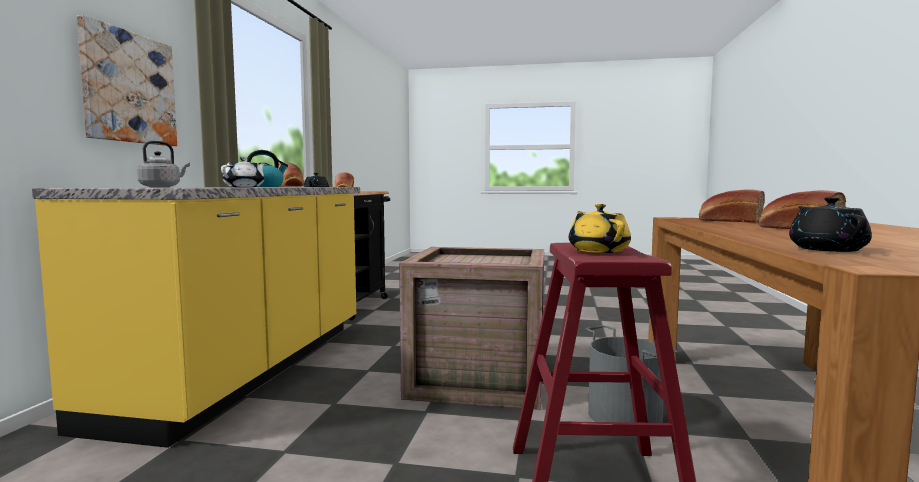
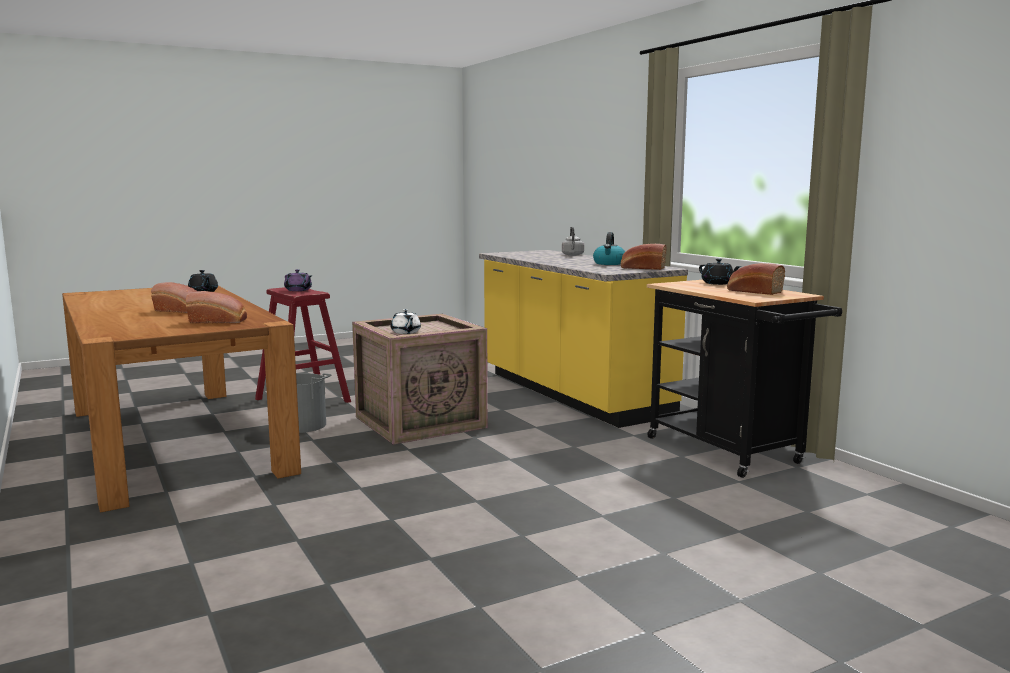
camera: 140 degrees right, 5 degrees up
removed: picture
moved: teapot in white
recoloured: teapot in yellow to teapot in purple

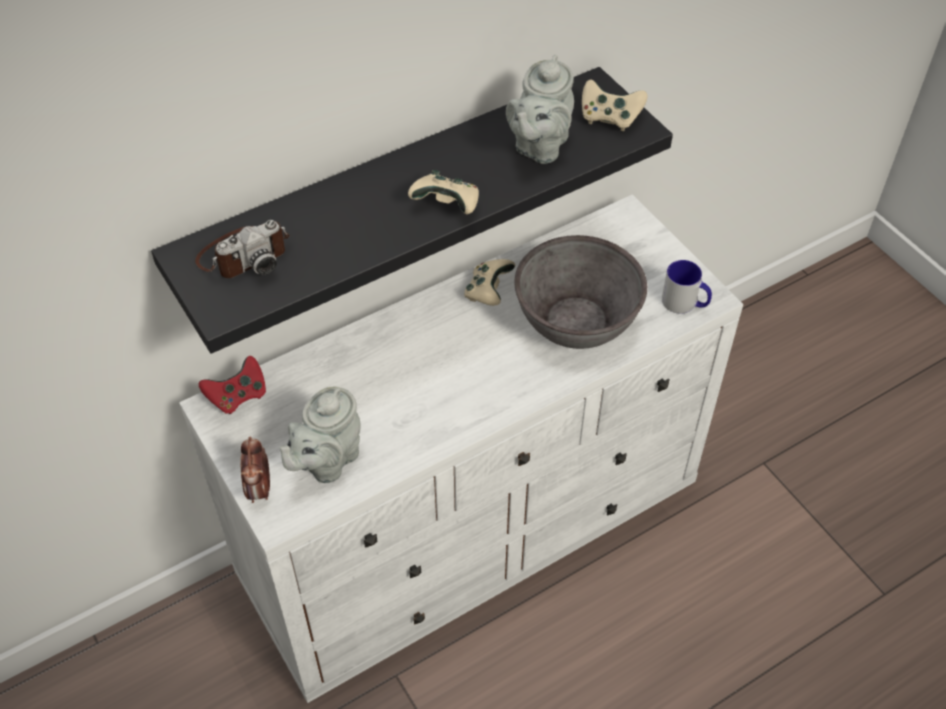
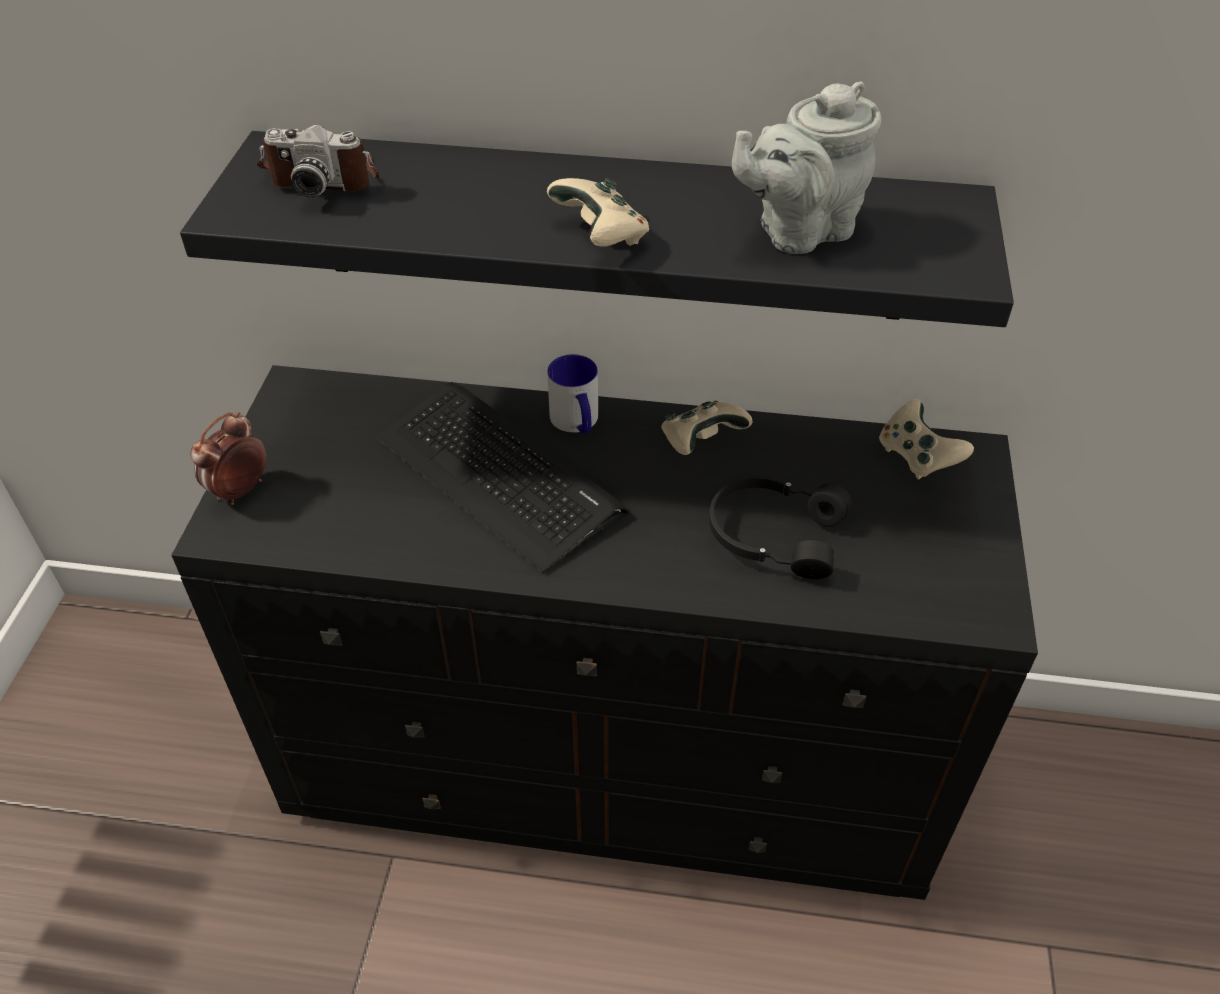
camera: 40 degrees right, 5 degrees down
removed: game controller in red; teapot in grey (1st from left)
added: keyboard
moved: game controller in beige (3rd from left); mug
replaced: bowl in grey to headphones in black
recoloured: dresser in white to dresser in black

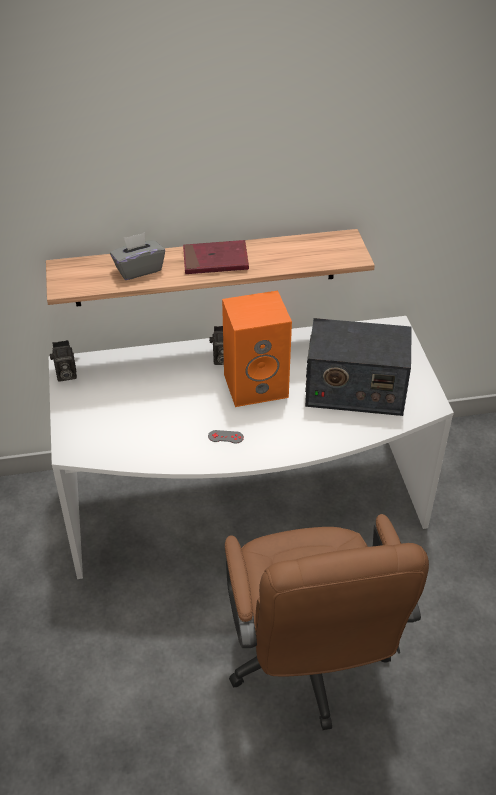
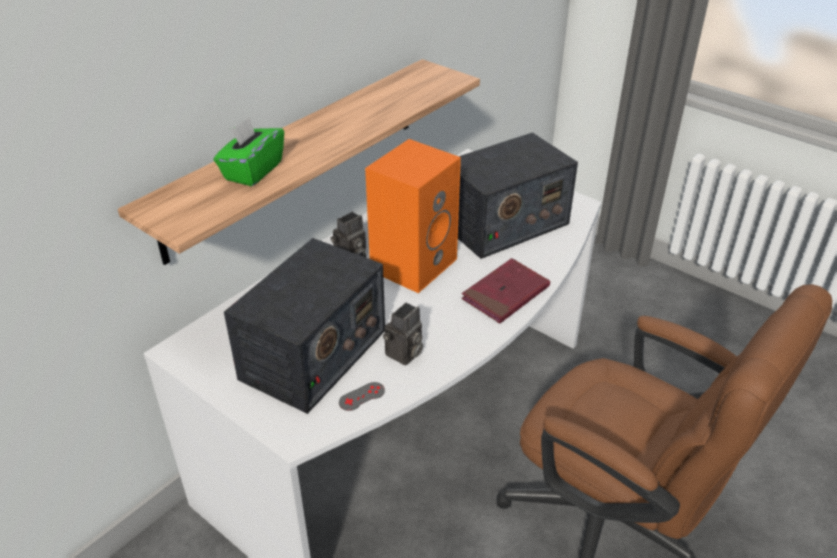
camera: 40 degrees left, 5 degrees down
added: radio (1st from left)
moved: photo camera (1st from left in the first image) to photo camera (2nd from left); book in red; game controller in grey
recoloured: tissue box in grey to tissue box in green

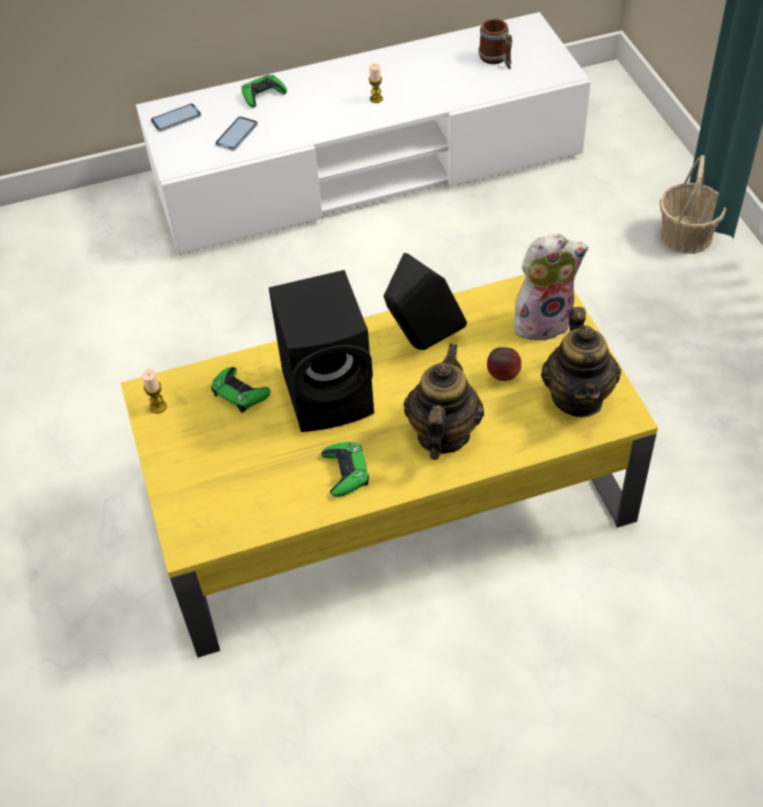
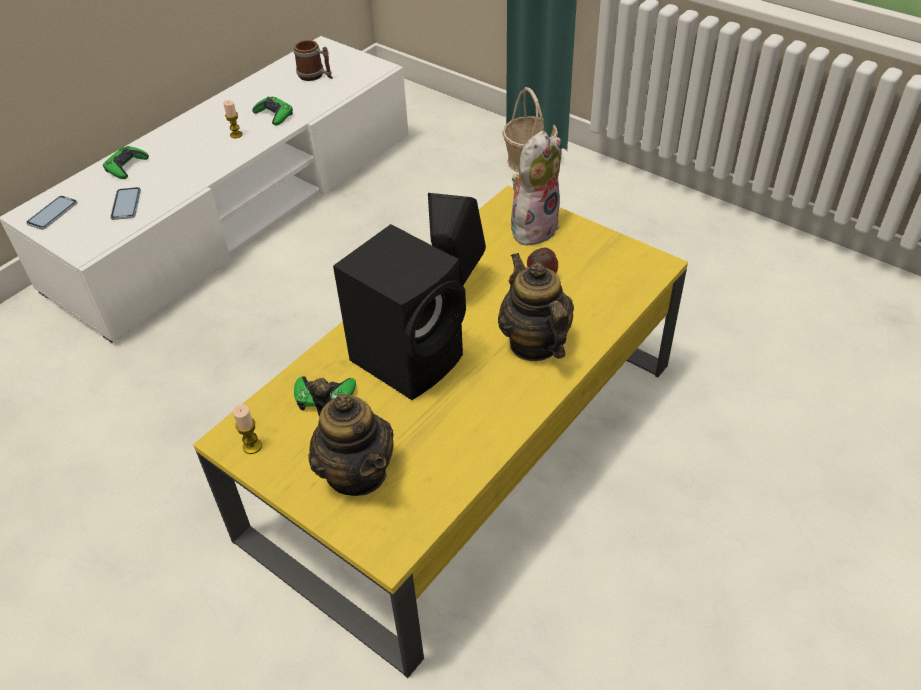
camera: 35 degrees left, 5 degrees down
moved: game controller in green (3rd from left in the first image) to game controller in green (2nd from left); teapot (2nd from left in the first image) to teapot (1st from left)

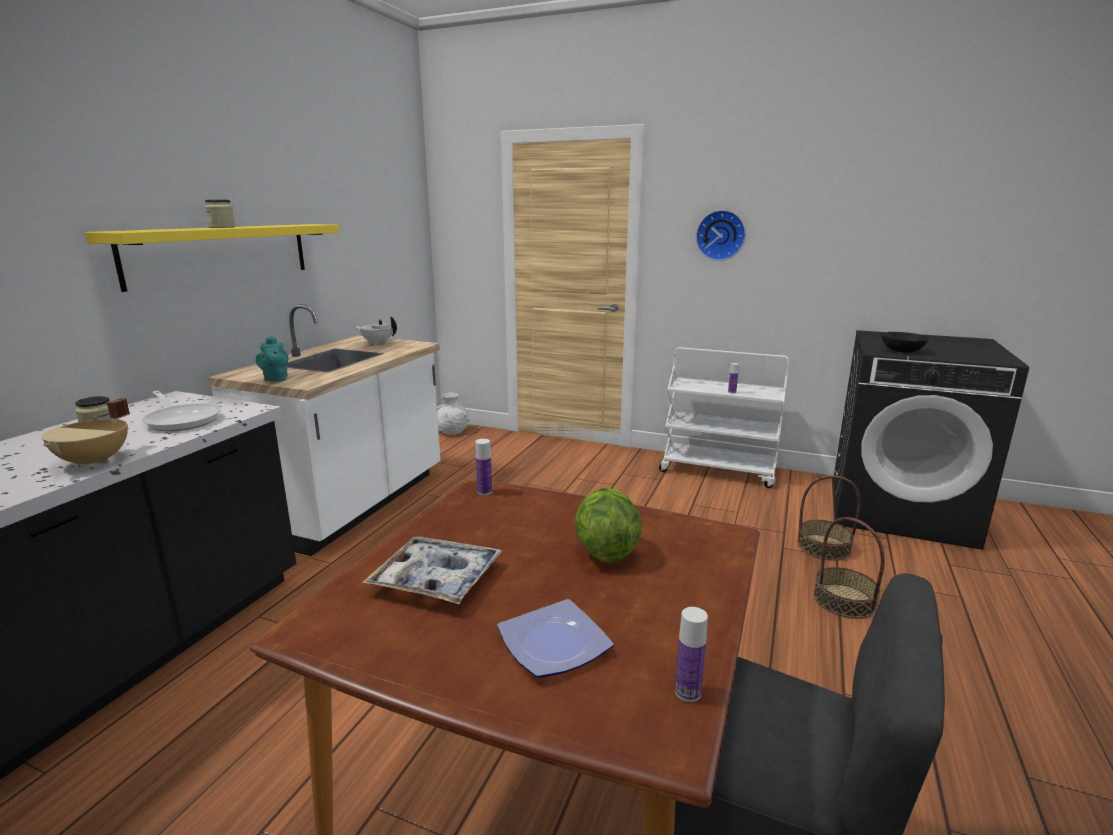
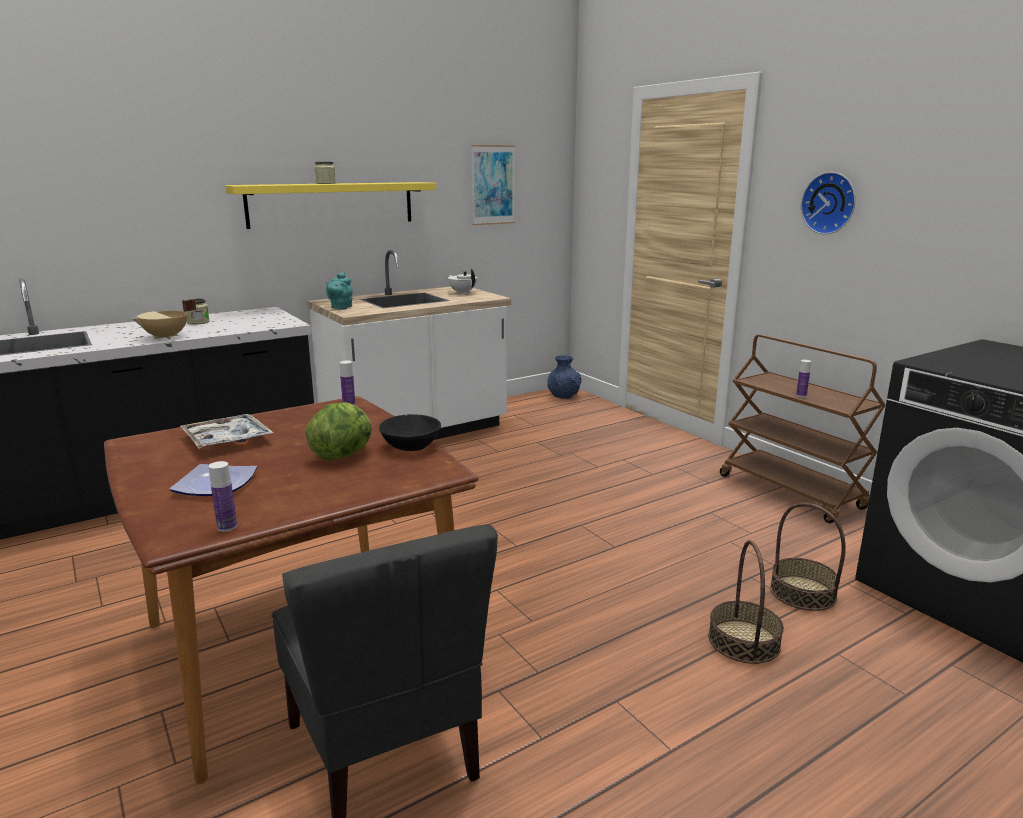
camera: 35 degrees right, 0 degrees up
removed: frying pan
added: picture
moved: bowl in black
recoloured: vase in white to vase in blue; cart in white to cart in brown

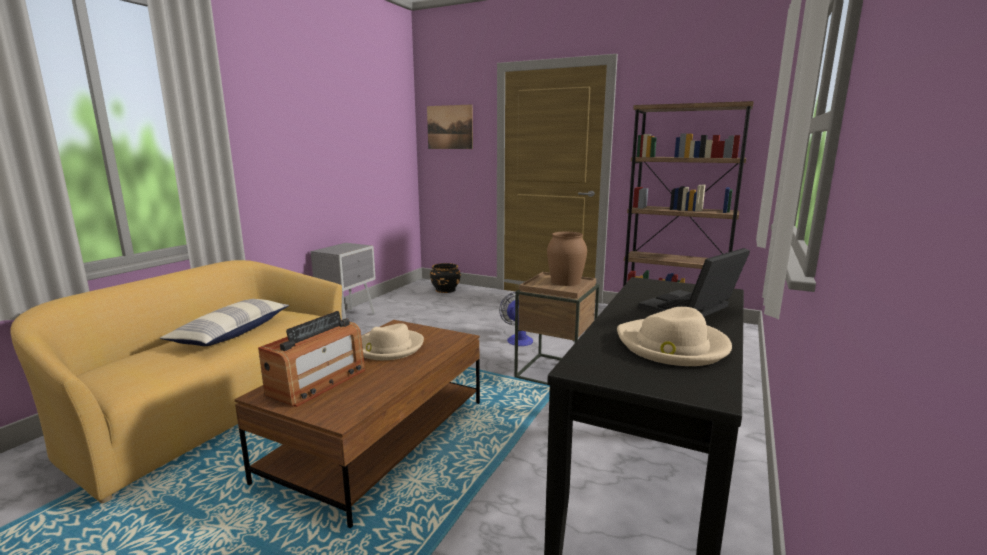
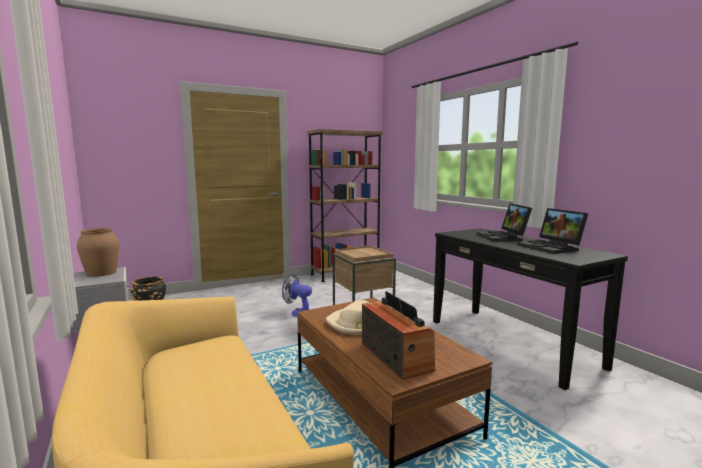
camera: 55 degrees left, 5 degrees down
removed: pillow; picture
moved: vase in brown
replaced: hat in beige (2nd from left) to laptop (2nd from left)

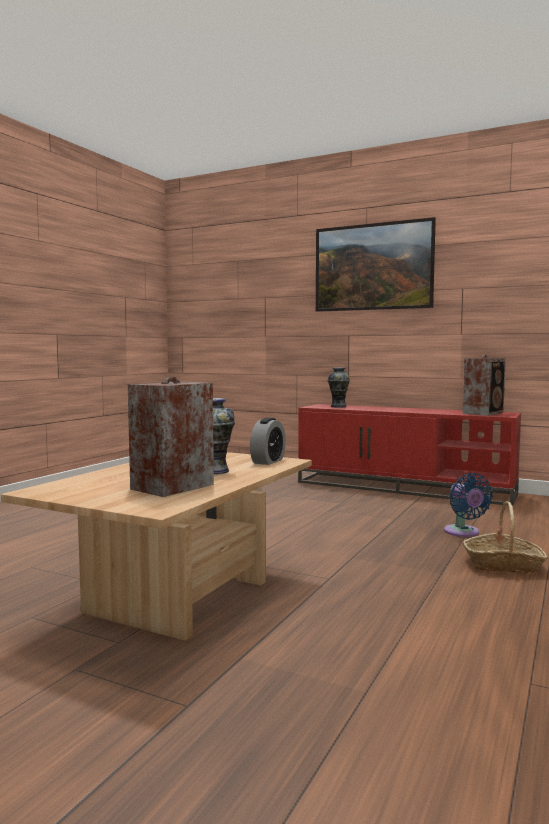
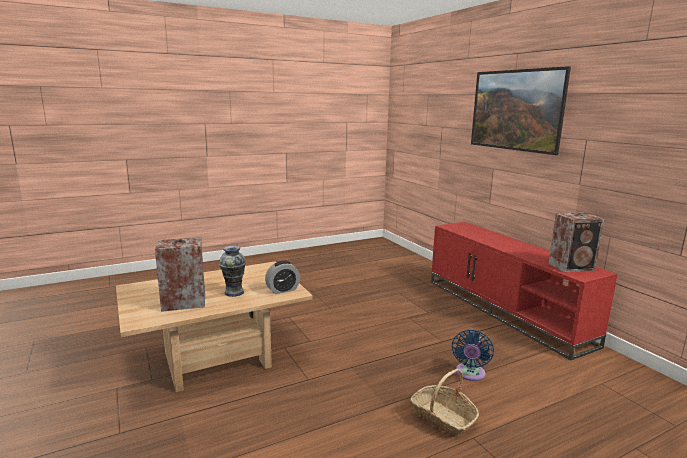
camera: 35 degrees right, 10 degrees up
removed: vase (2nd from left)

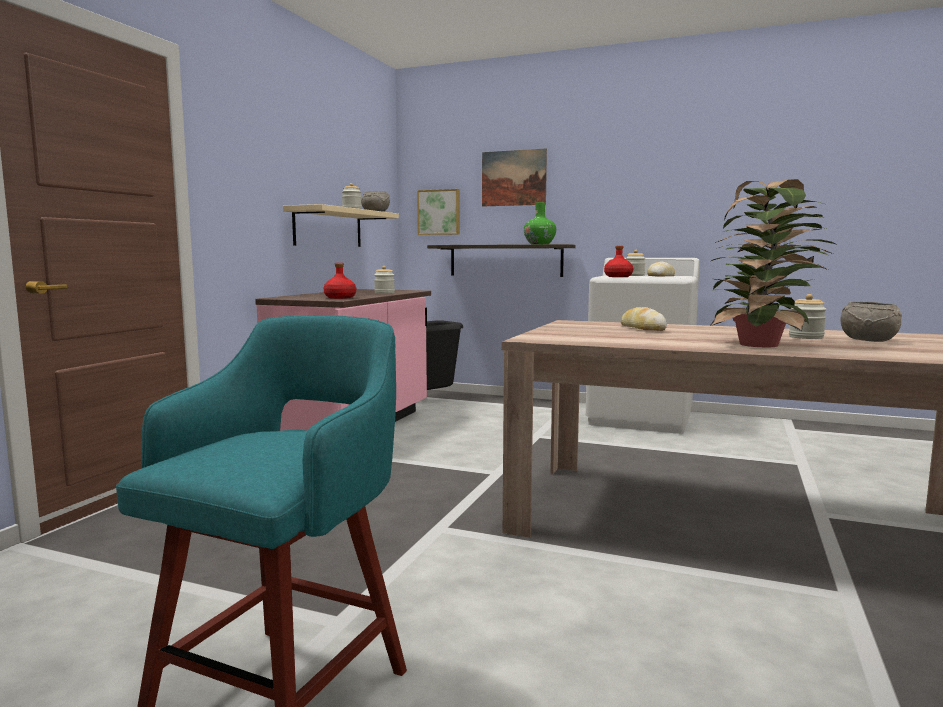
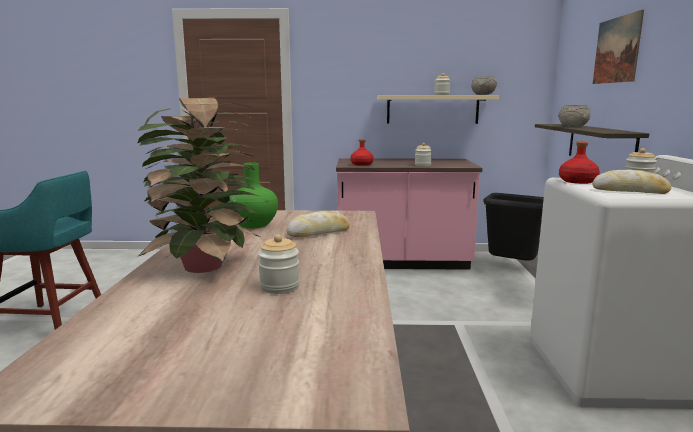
camera: 70 degrees right, 5 degrees up
removed: picture (1st from left)
moved: vase in green; bowl in grey (2nd from left)

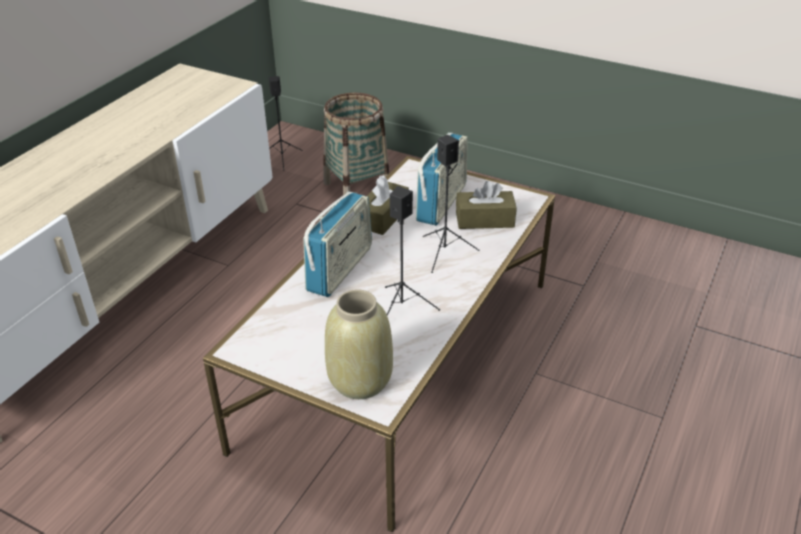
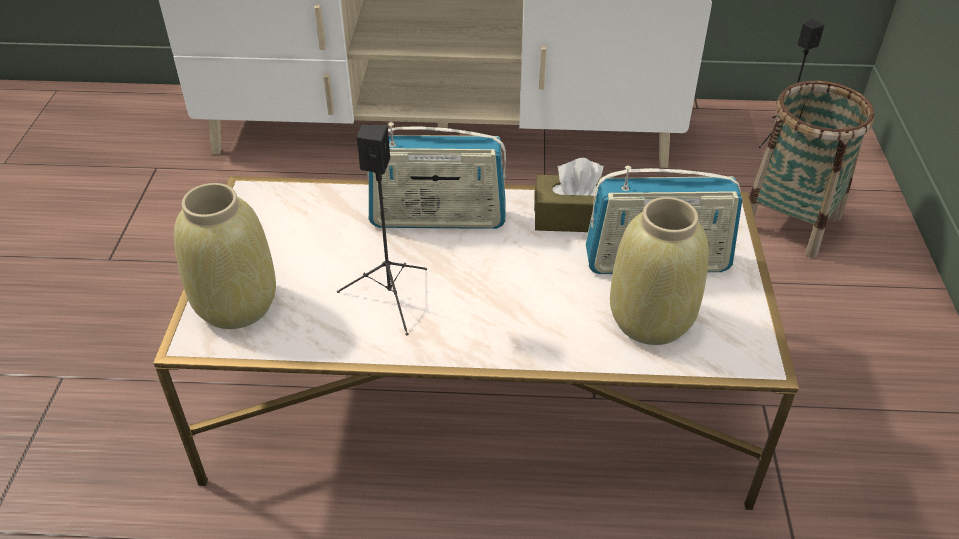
camera: 65 degrees right, 5 degrees up
removed: speaker in black (3rd from left)
replaced: tissue box in brown (2nd from left) to vase in beige (2nd from left)

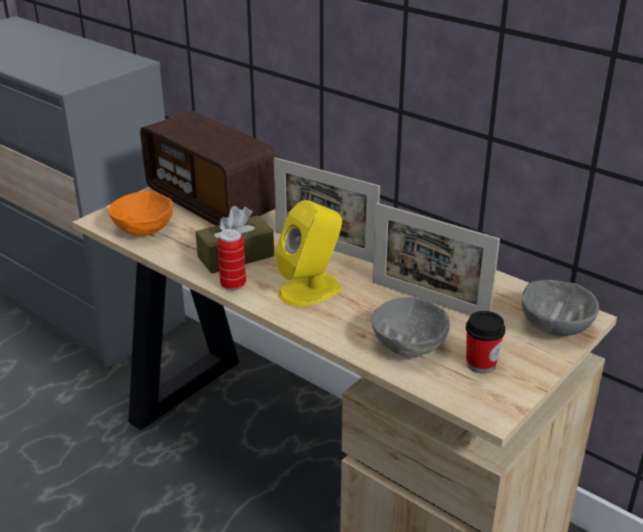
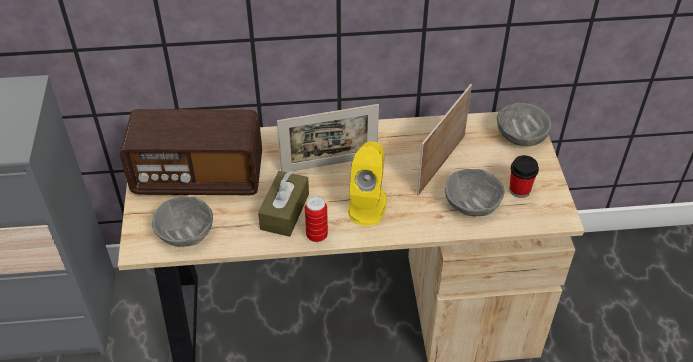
camera: 45 degrees left, 15 degrees up
recoloured: bowl in orange to bowl in grey (1st from left)
turned: picture frame (2nd from left) 135 degrees clockwise

